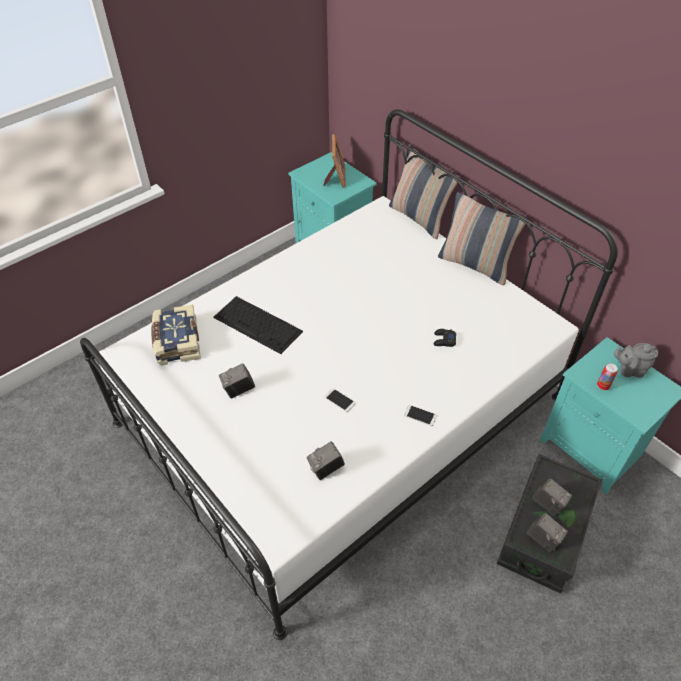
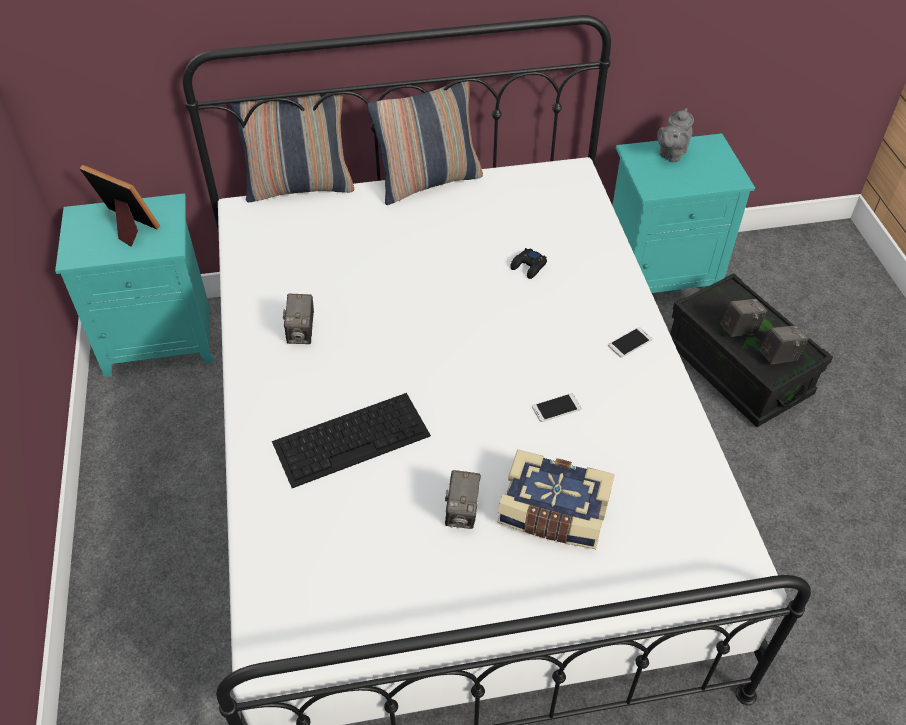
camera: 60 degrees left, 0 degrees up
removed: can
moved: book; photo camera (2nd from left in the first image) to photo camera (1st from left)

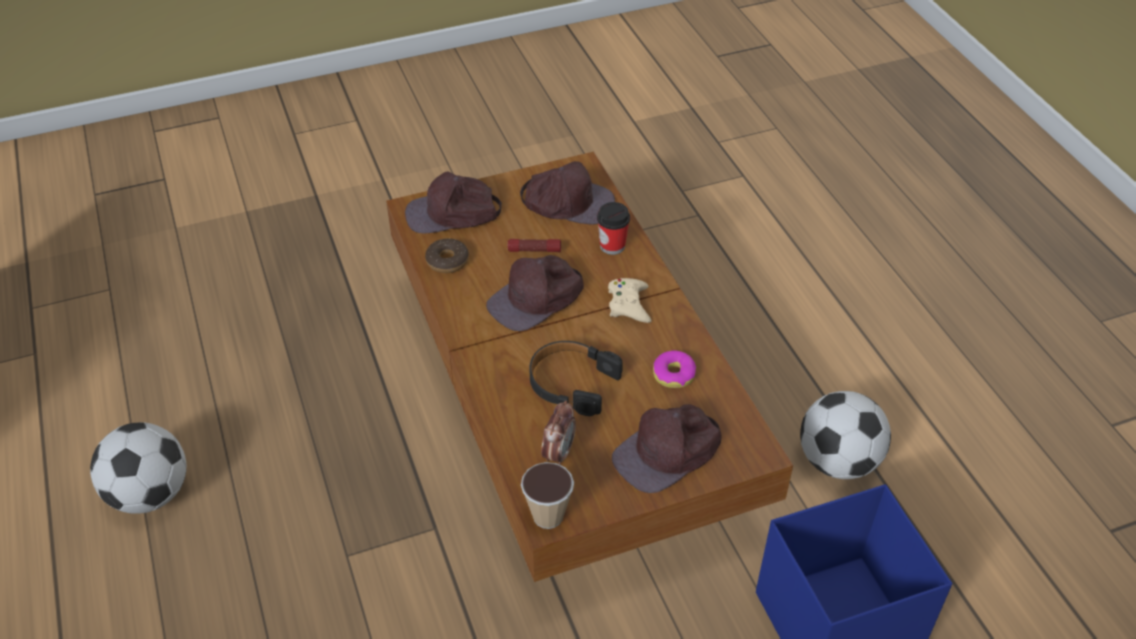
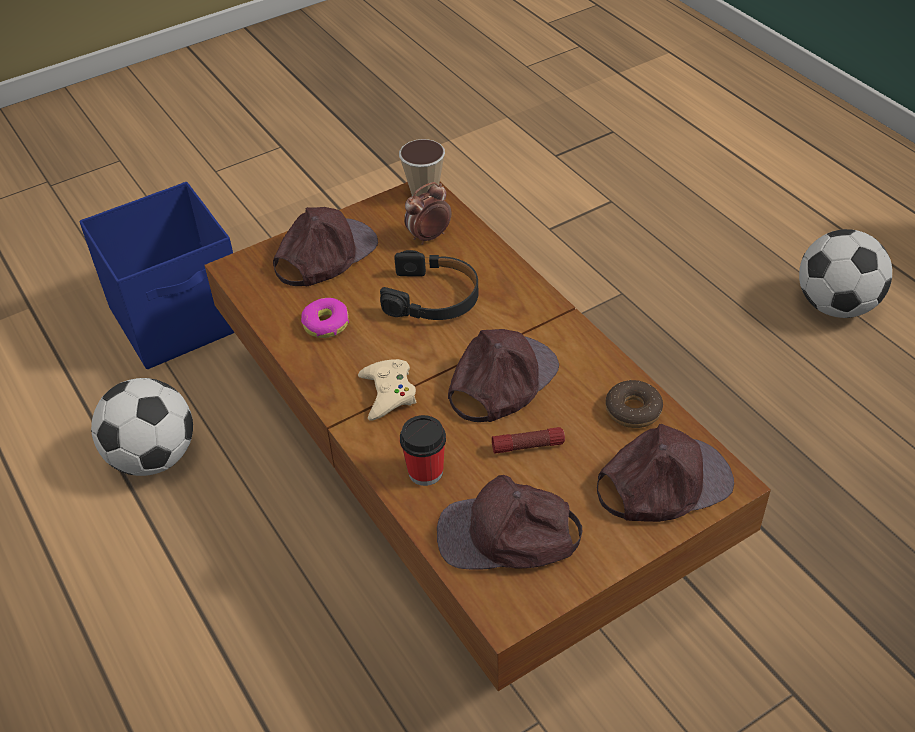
camera: 170 degrees right, 0 degrees up
turned: alarm clock 45 degrees clockwise

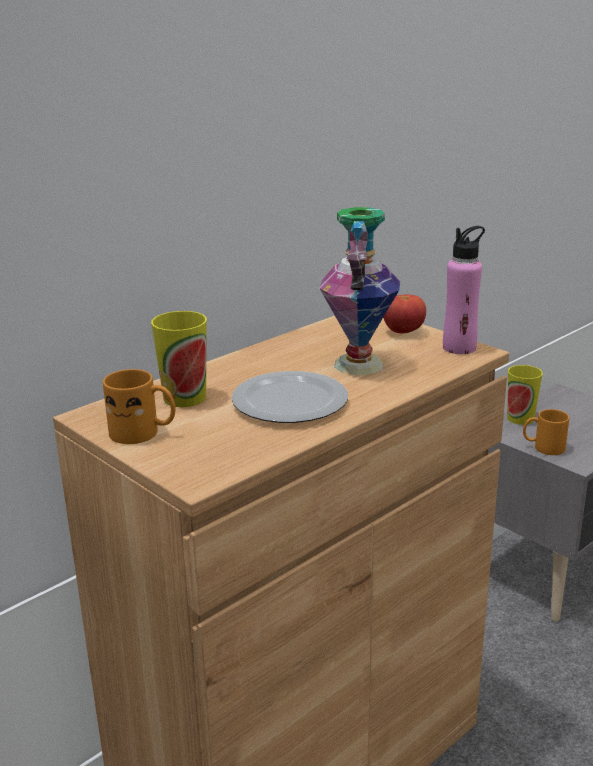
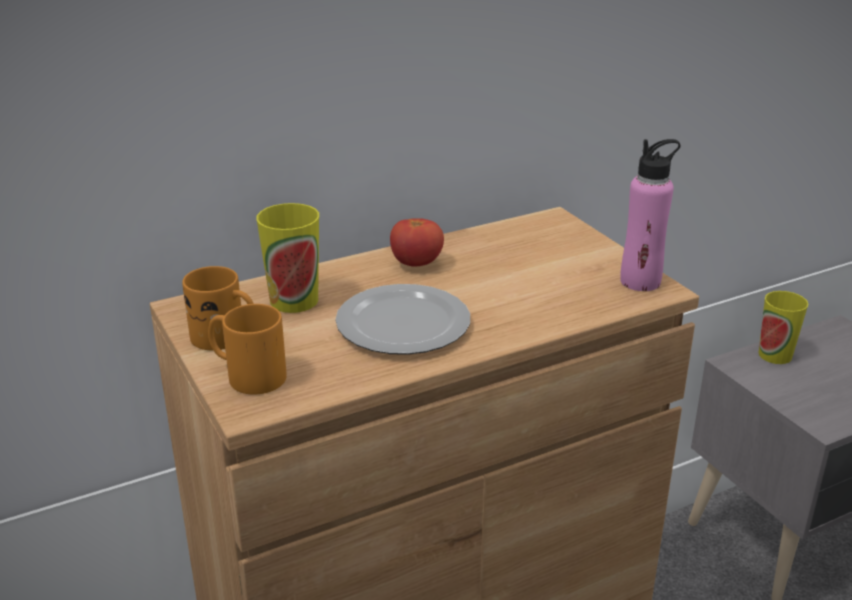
camera: 15 degrees right, 5 degrees up
removed: vase
moved: tomato; mug in orange (2nd from left)

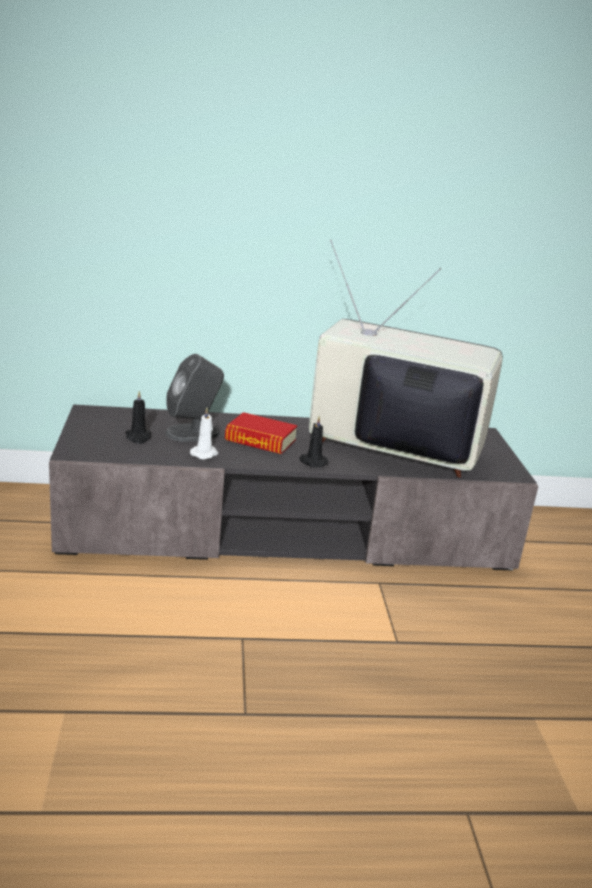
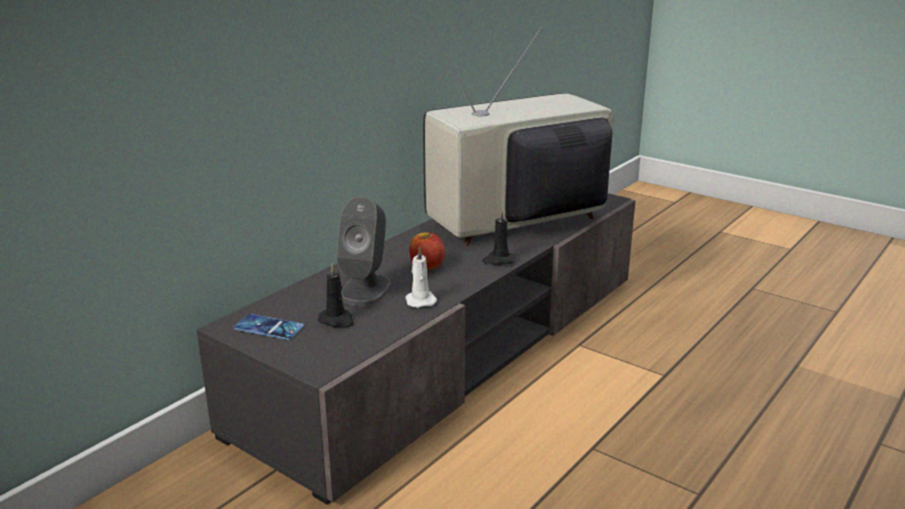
camera: 45 degrees left, 0 degrees up
added: phone
replaced: book to apple

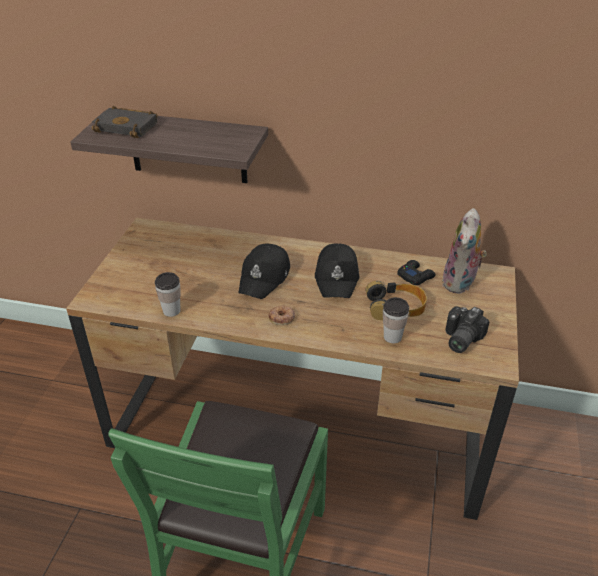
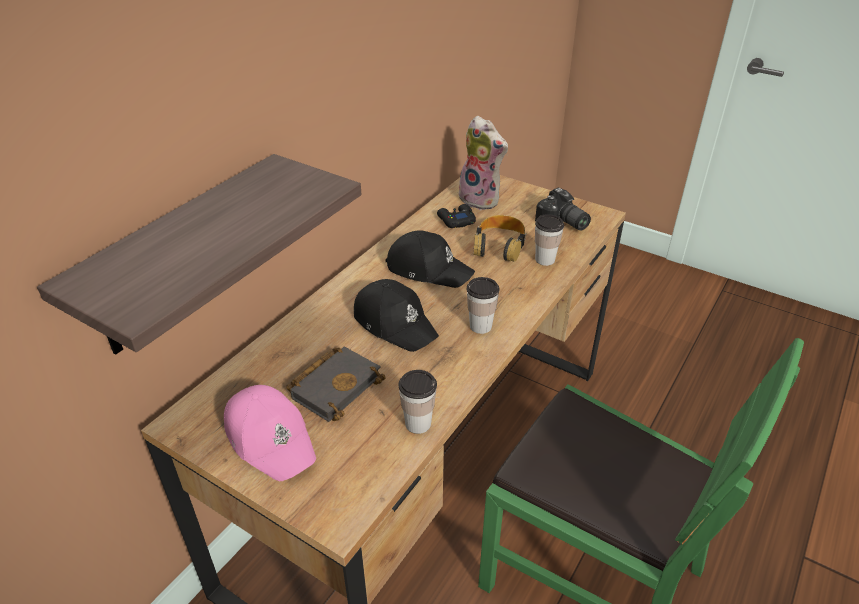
camera: 70 degrees left, 0 degrees up
added: cap in pink
moved: book in black
replaced: donut to cup (2nd from left)

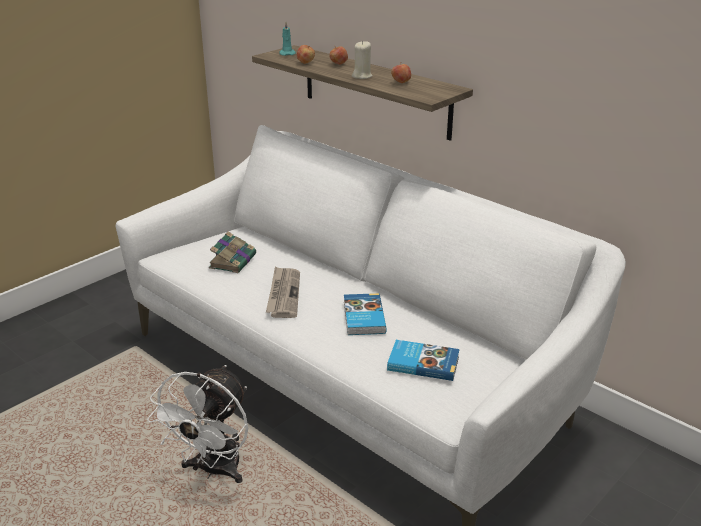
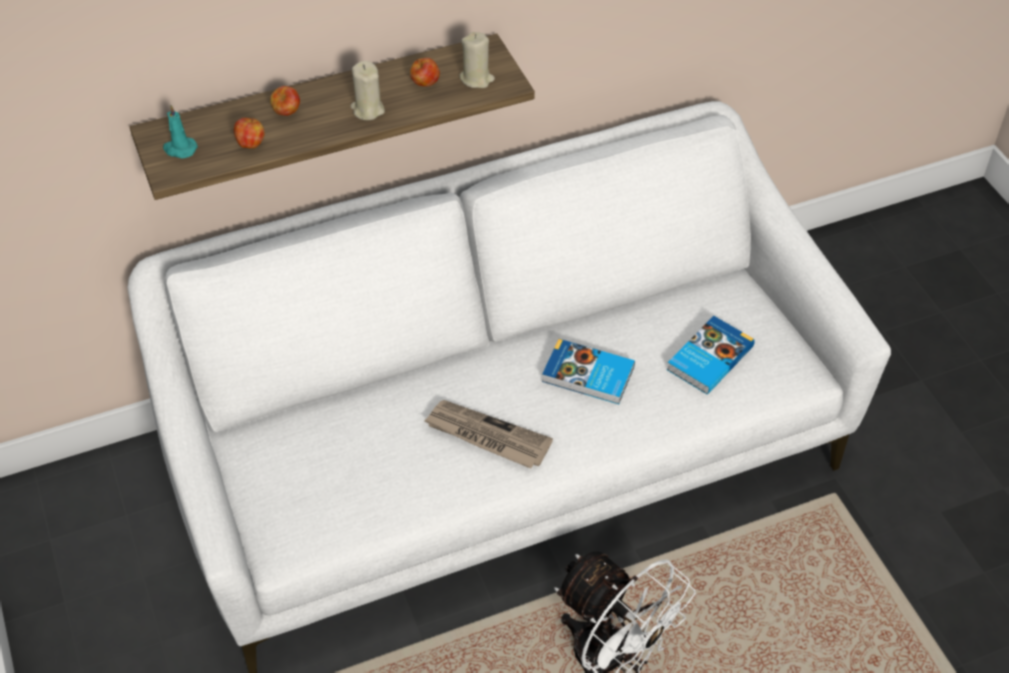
camera: 65 degrees left, 20 degrees up
removed: book (1st from left)
added: candle in beige (2nd from left)

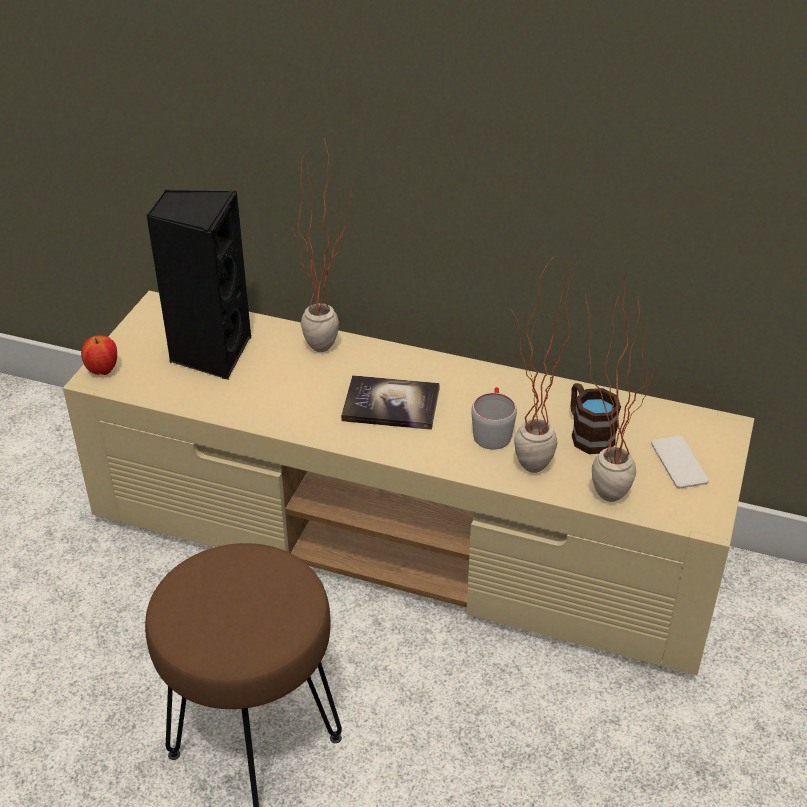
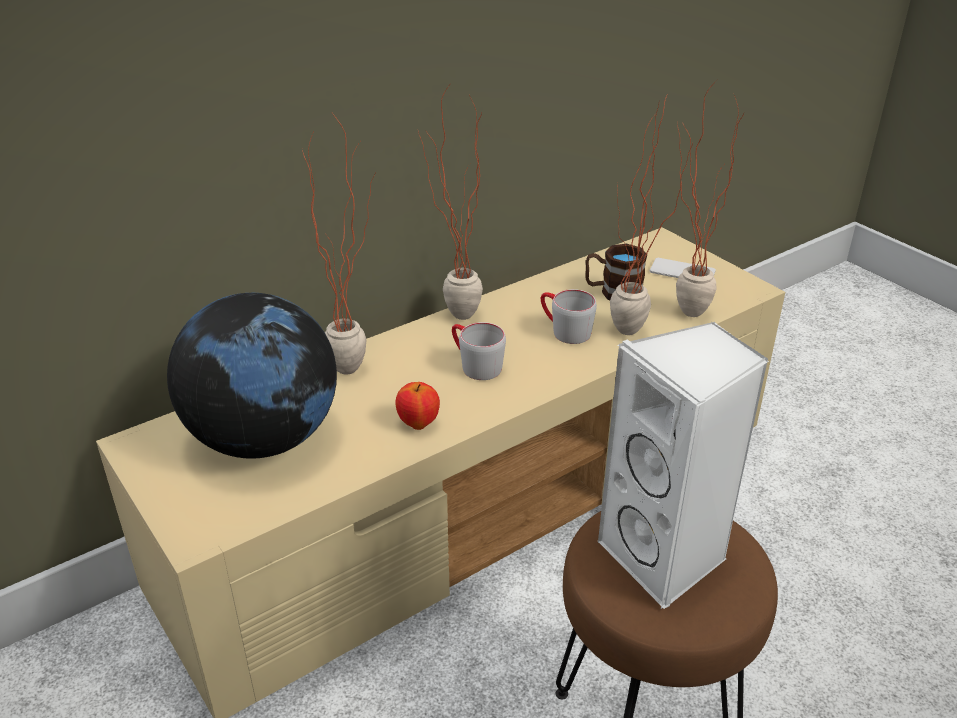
camera: 55 degrees left, 5 degrees down
added: potted plant (2nd from left); speaker in white
moved: apple
replaced: speaker in black to globe; book to mug in grey (1st from left)

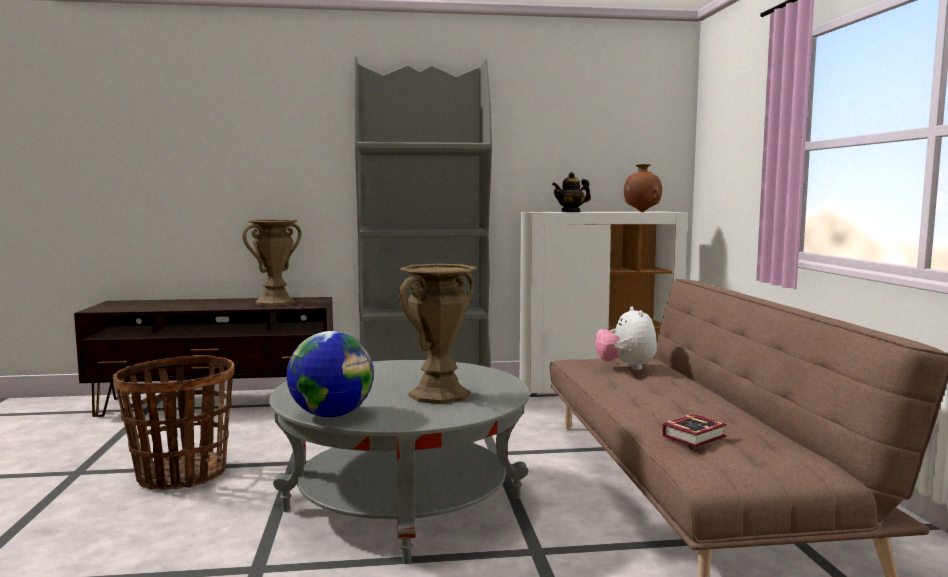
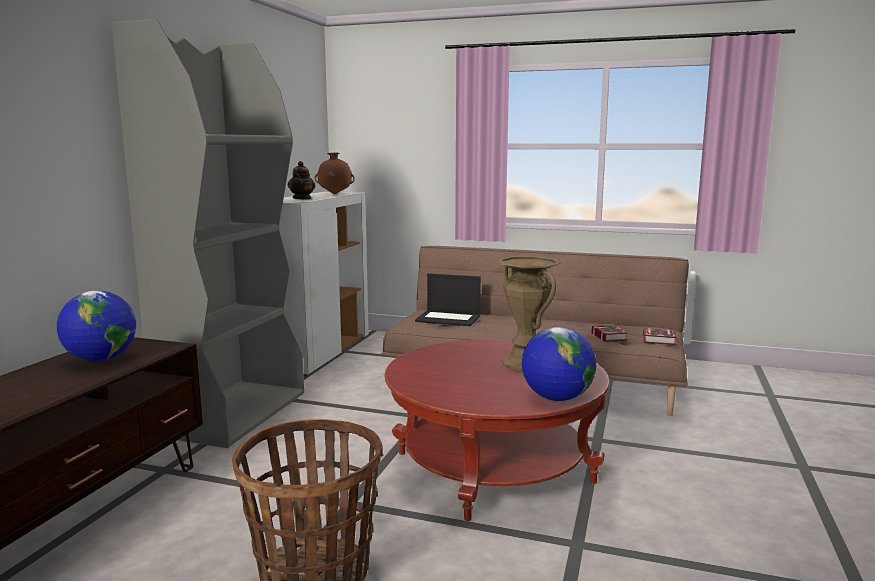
camera: 65 degrees left, 5 degrees up
added: book (2nd from left)
replaced: vase in brown (1st from left) to globe (1st from left); plush toy to laptop
recoloured: coffee table in grey to coffee table in red

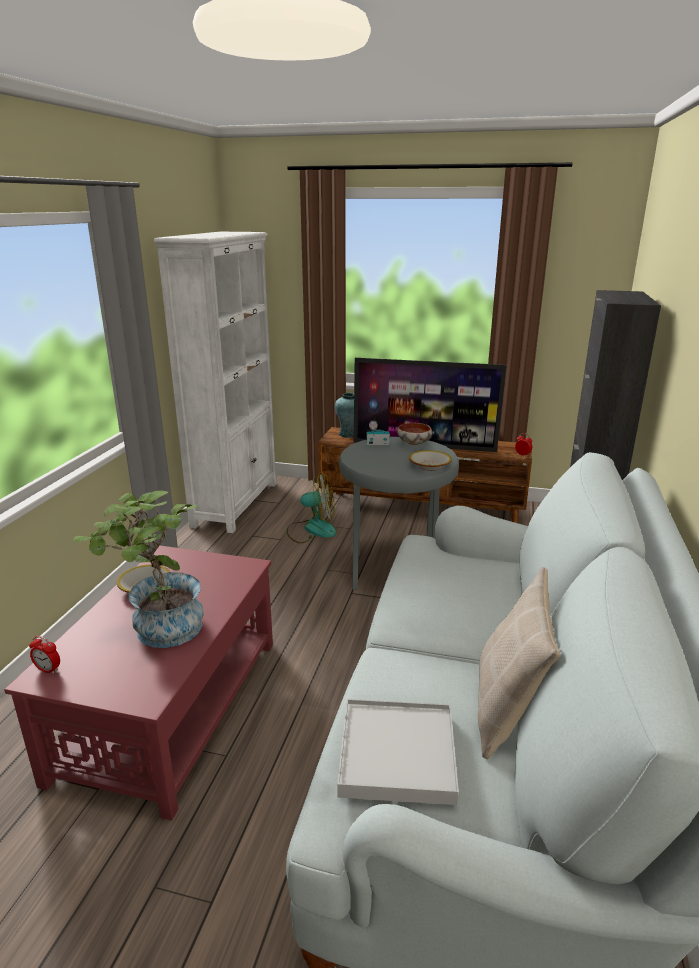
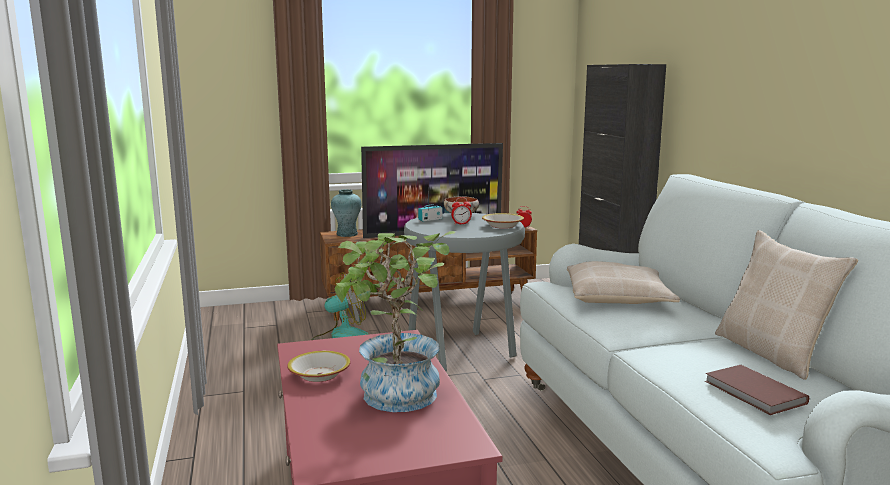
camera: 30 degrees left, 10 degrees down
removed: bookcase in white
added: pillow in beige (1st from left)
moved: alarm clock (1st from left)
replaced: tray in white to book in brown

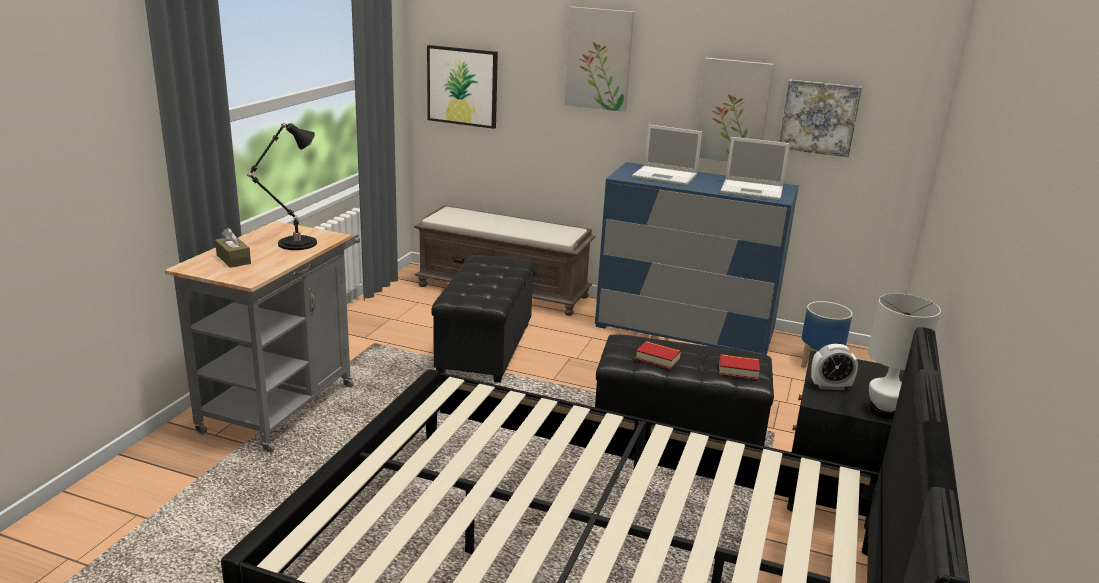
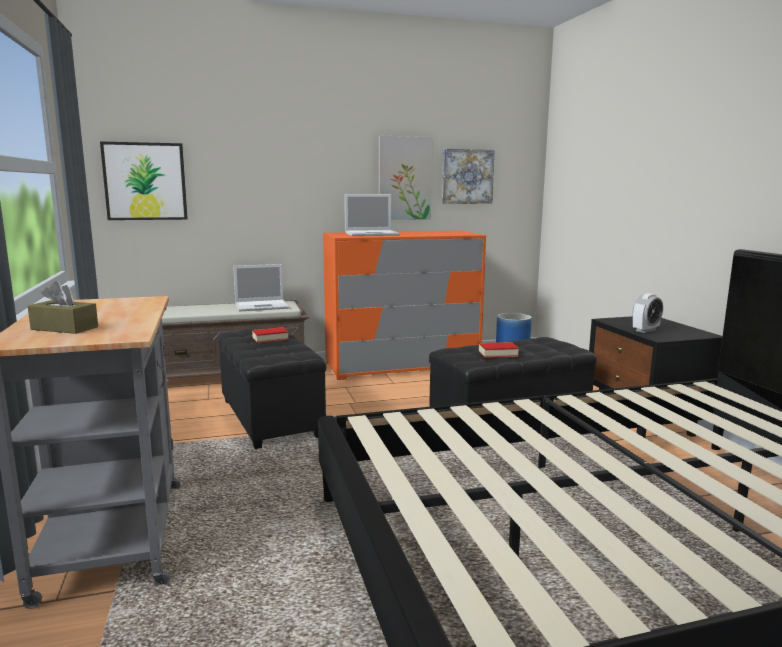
camera: 35 degrees left, 10 degrees down
removed: table lamp in black; picture (2nd from left); table lamp in white
moved: book (2nd from left in the first image) to book (1st from left); laptop (2nd from left in the first image) to laptop (1st from left)
recoloured: dresser in blue to dresser in orange

